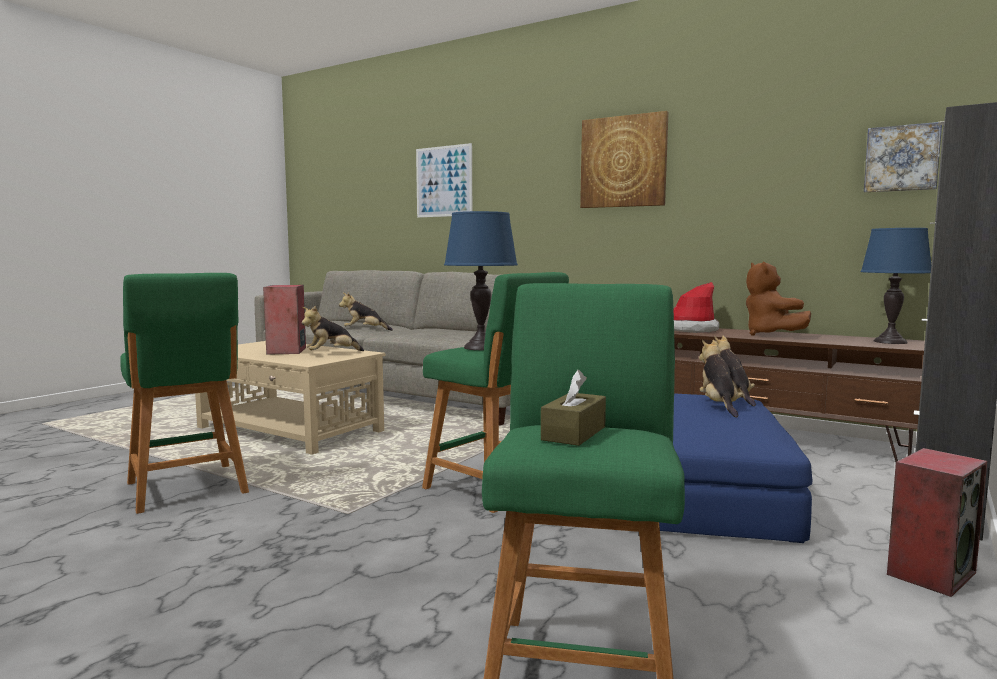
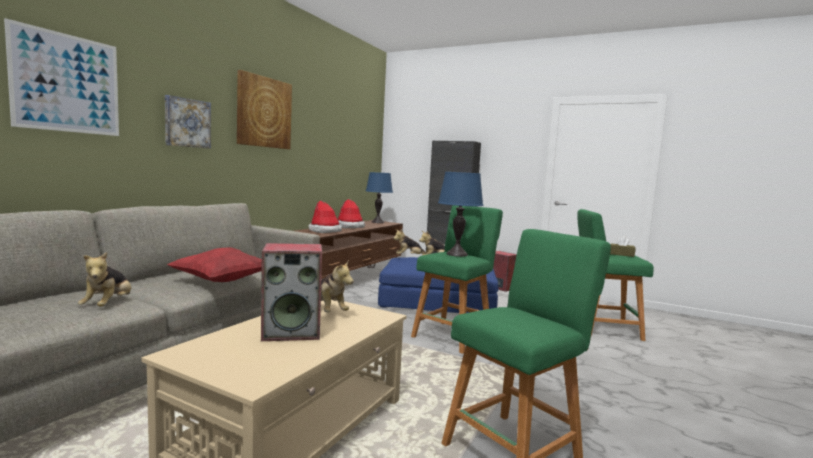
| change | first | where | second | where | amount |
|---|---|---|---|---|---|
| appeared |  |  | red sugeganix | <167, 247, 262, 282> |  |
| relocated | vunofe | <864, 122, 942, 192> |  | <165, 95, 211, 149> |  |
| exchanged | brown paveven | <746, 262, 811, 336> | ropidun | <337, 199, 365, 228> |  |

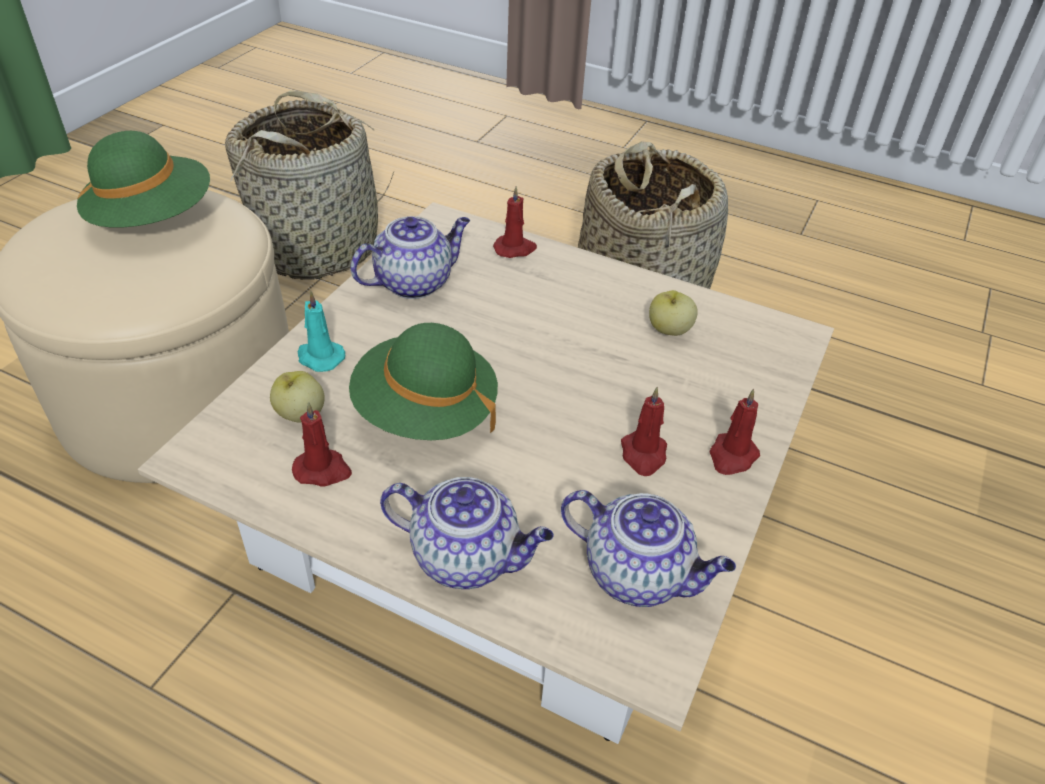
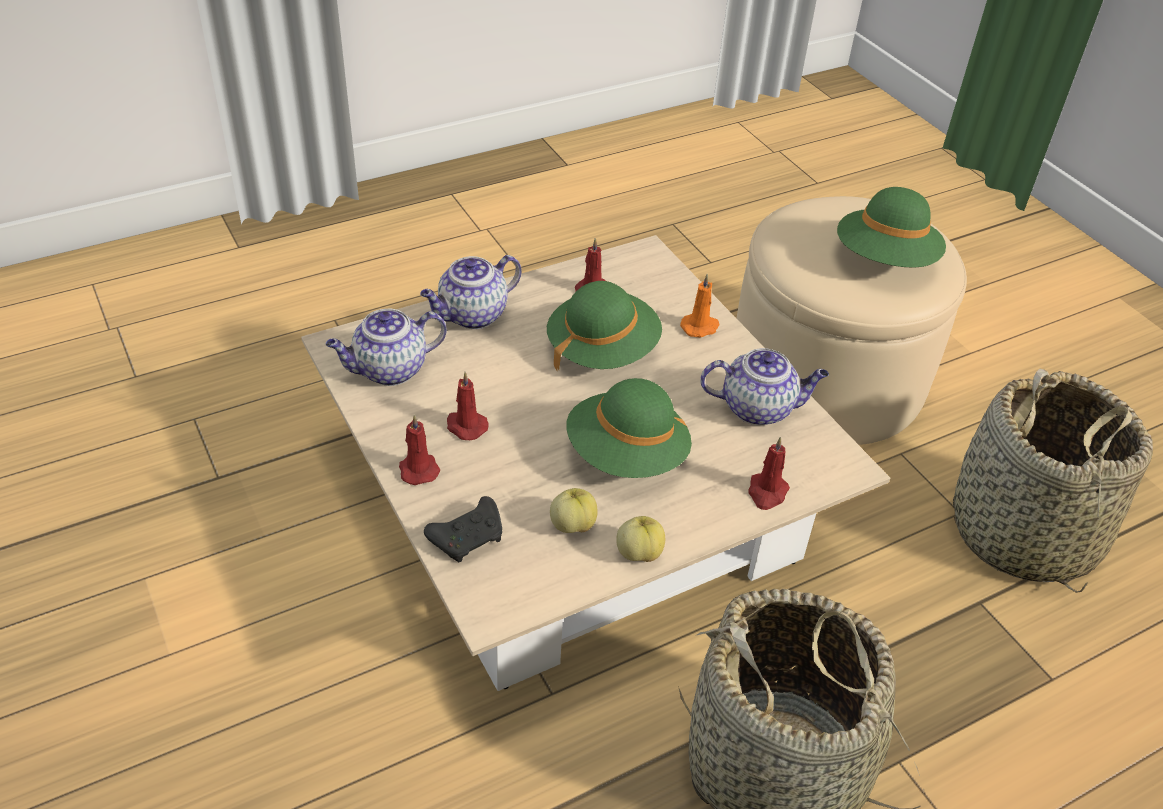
| change | first | where | second | where | amount |
|---|---|---|---|---|---|
| appeared |  |  | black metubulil | <424, 496, 502, 562> |  |
| appeared |  |  | green ropidun | <566, 378, 692, 478> |  |
| relocated | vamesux | <270, 371, 325, 423> |  | <616, 516, 665, 562> |  |
| colour | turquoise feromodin | <298, 291, 345, 372> | orange feromodin | <680, 274, 720, 338> |  |
| spun | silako | <350, 216, 470, 299> |  | <700, 348, 829, 425> | 90 degrees counterclockwise |

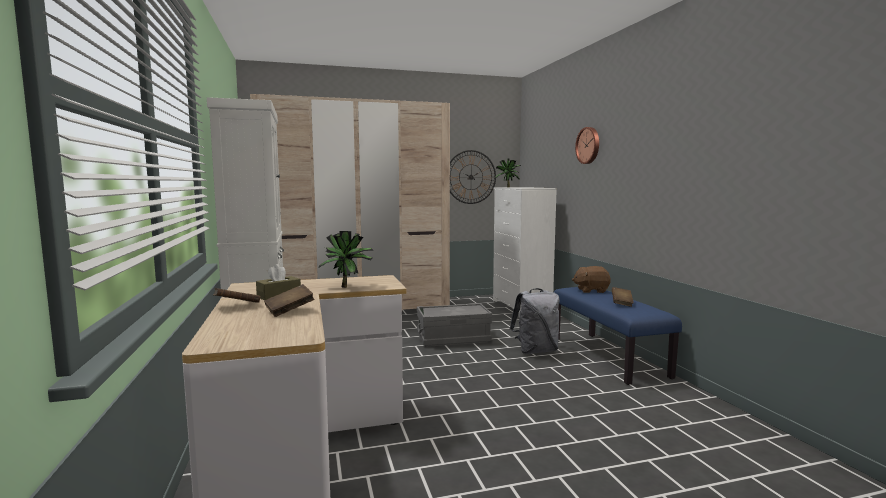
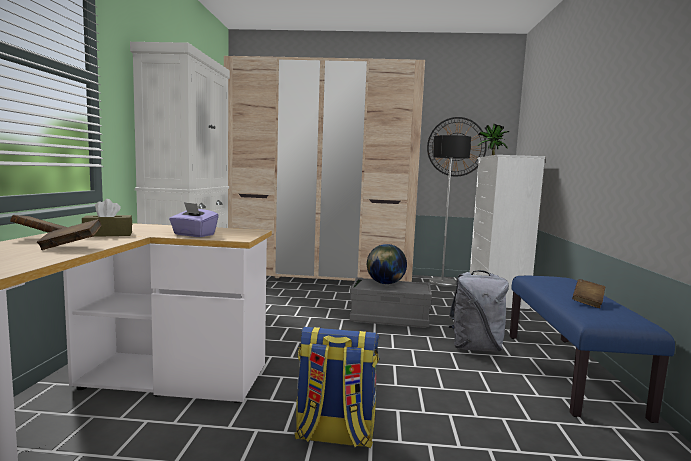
| change | first | where | second | where | amount |
|---|---|---|---|---|---|
| missing | brown paveven | <572, 266, 611, 293> |  |  |  |
| missing | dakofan | <575, 127, 599, 164> |  |  |  |
| appeared |  |  | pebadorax | <295, 327, 379, 448> |  |
| appeared |  |  | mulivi | <367, 244, 407, 284> |  |
| appeared |  |  | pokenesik | <429, 135, 471, 287> |  |
| exchanged | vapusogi | <319, 231, 374, 288> | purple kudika | <169, 202, 219, 237> |  |

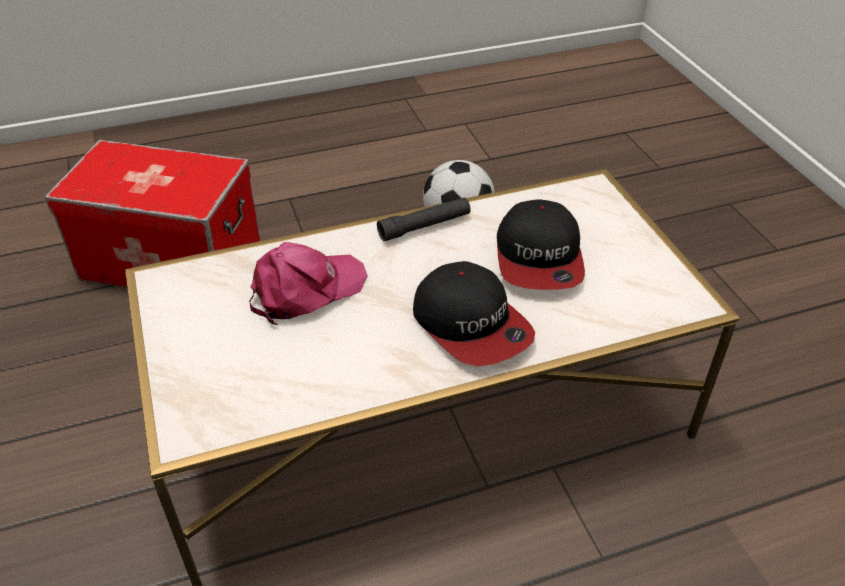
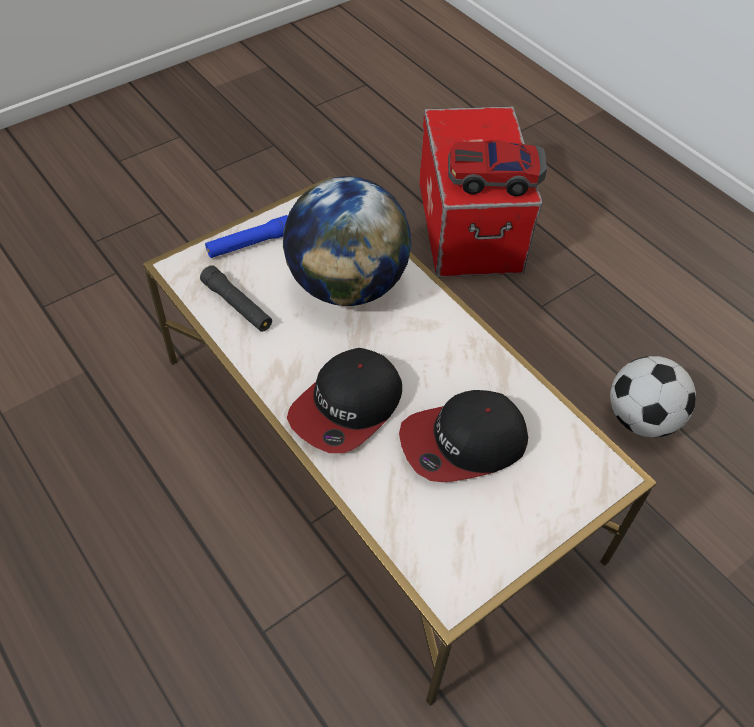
| change | first | where | second | where | amount |
|---|---|---|---|---|---|
| appeared |  |  | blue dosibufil | <205, 215, 288, 258> |  |
| appeared |  |  | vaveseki | <448, 140, 547, 196> |  |
| relocated | black dosibufil | <377, 197, 470, 241> |  | <200, 265, 272, 332> |  |
| exchanged | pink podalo | <249, 242, 368, 325> | mulivi | <283, 177, 411, 306> |  |

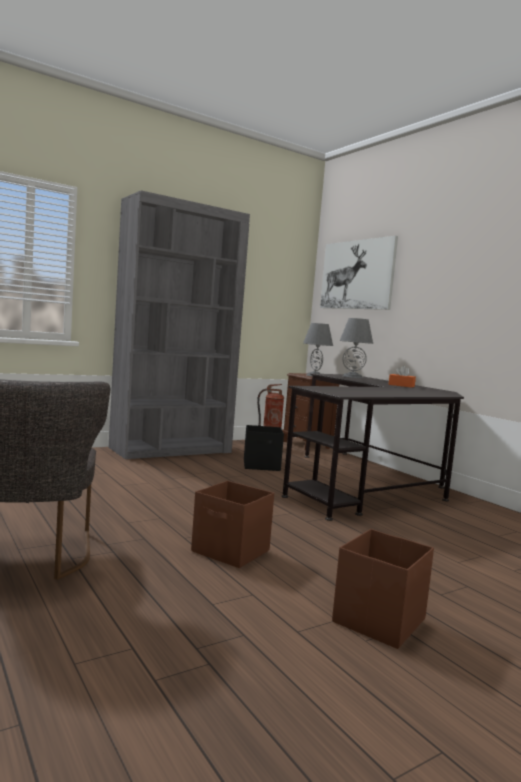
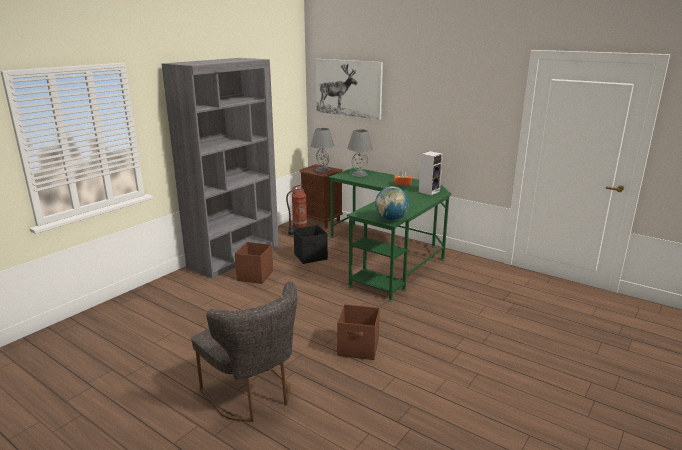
| change | first | where | second | where | amount |
|---|---|---|---|---|---|
| appeared |  |  | mulivi | <375, 186, 409, 221> |  |
| appeared |  |  | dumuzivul | <419, 151, 443, 195> |  |
| relocated | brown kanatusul | <332, 529, 434, 649> |  | <235, 242, 273, 284> |  |
| colour | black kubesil | <281, 373, 464, 521> | green kubesil | <329, 167, 451, 302> |  |

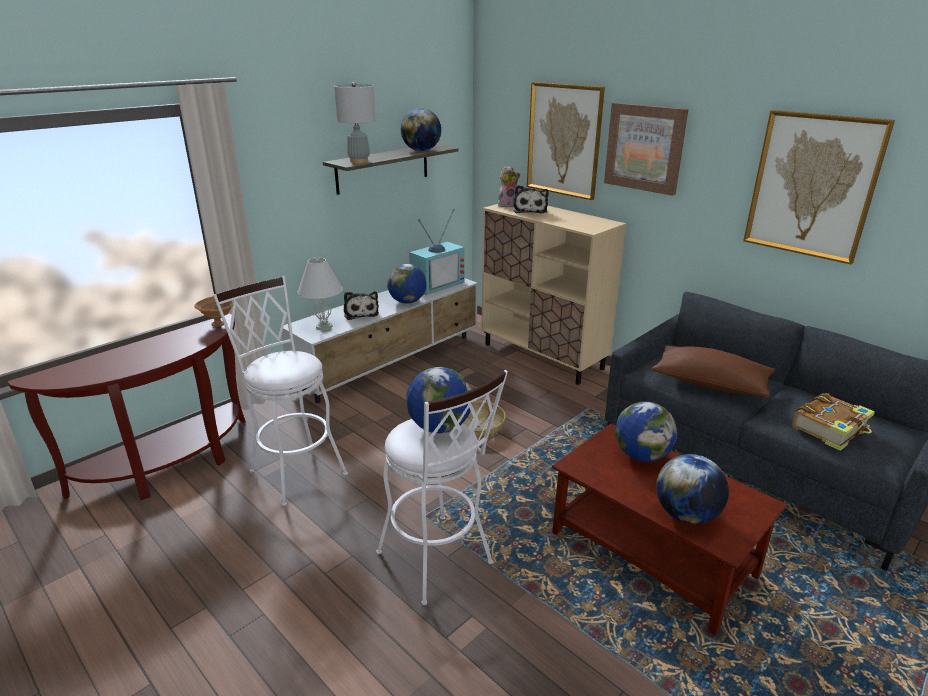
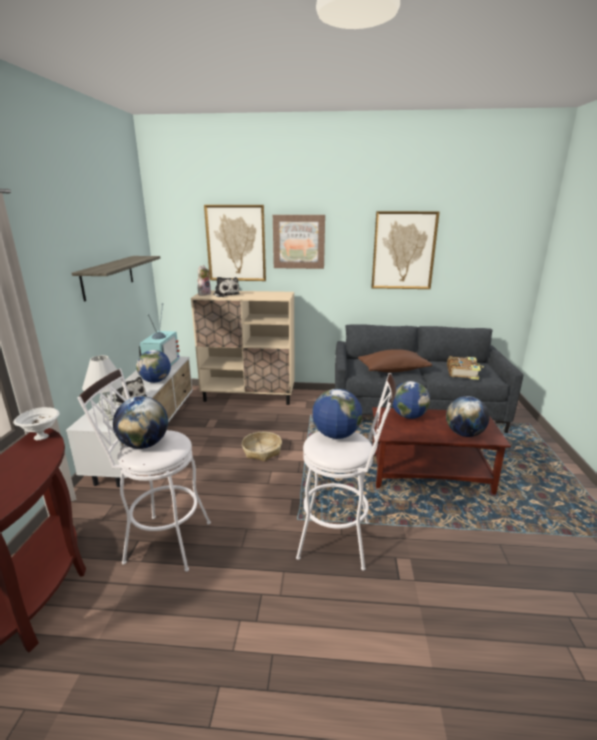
| change | first | where | second | where | amount |
|---|---|---|---|---|---|
| missing | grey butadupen | <334, 82, 375, 163> |  |  |  |
| relocated | mulivi | <401, 108, 441, 151> |  | <113, 396, 168, 449> |  |
| colour | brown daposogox | <194, 297, 234, 327> | white daposogox | <13, 407, 60, 440> |  |

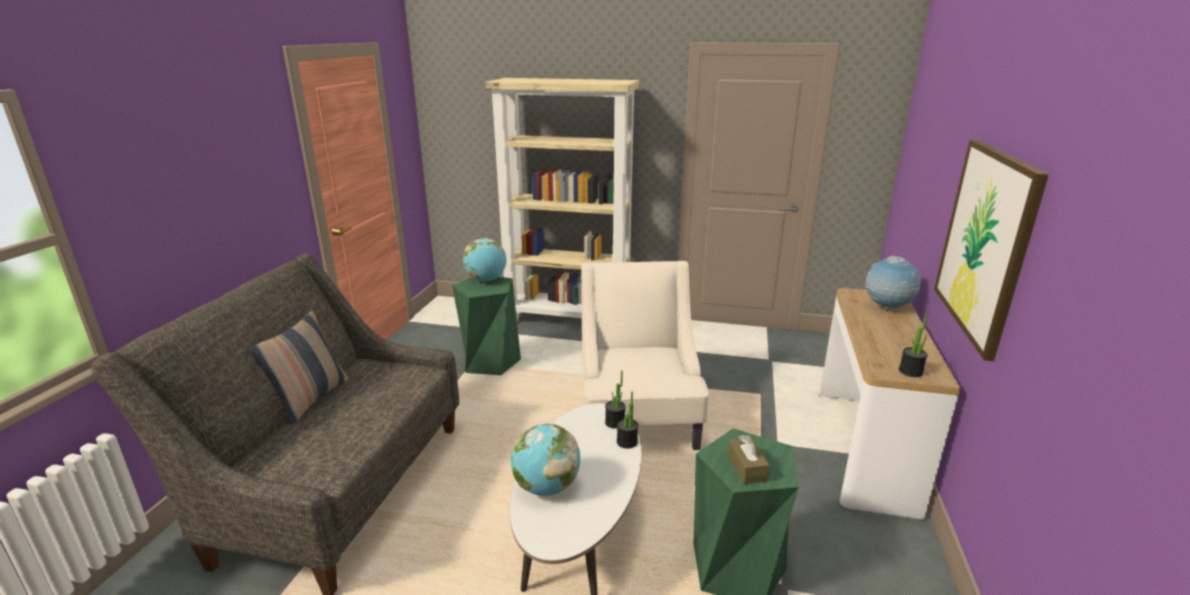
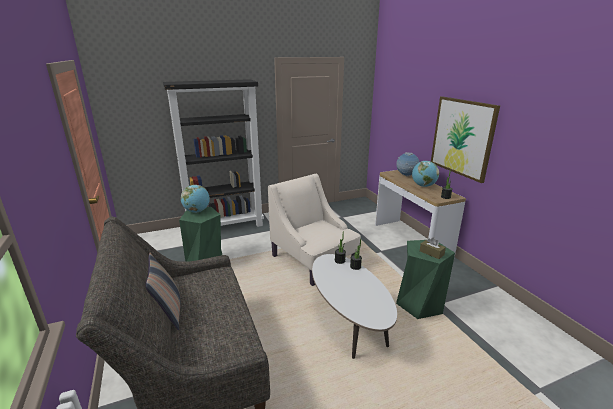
| change | first | where | second | where | amount |
|---|---|---|---|---|---|
| relocated | mulivi | <511, 423, 580, 496> |  | <412, 161, 439, 187> |  |
| colour | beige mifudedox | <486, 78, 639, 321> | black mifudedox | <163, 79, 264, 227> |  |

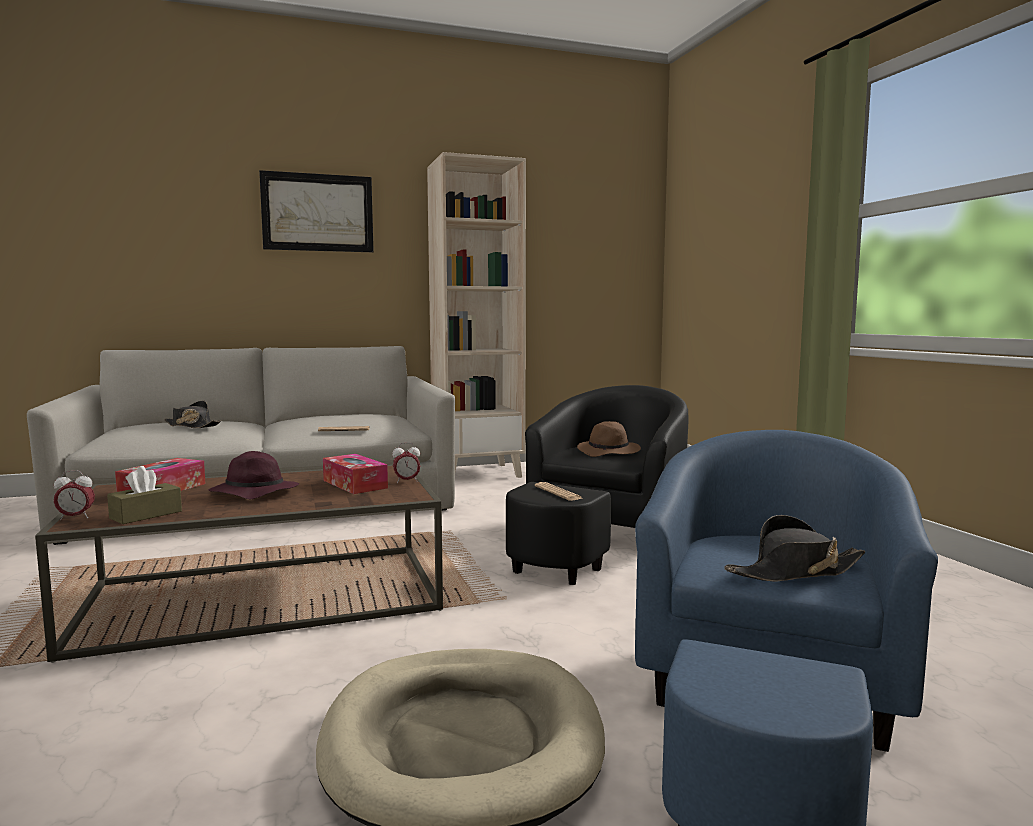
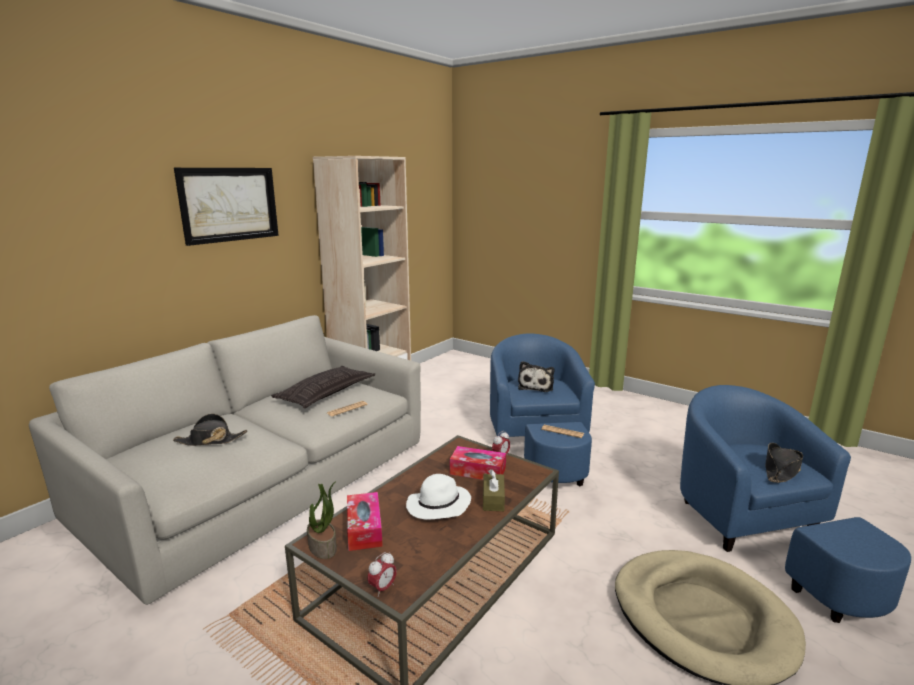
| change | first | where | second | where | amount |
|---|---|---|---|---|---|
| appeared |  |  | sugeganix | <271, 366, 375, 408> |  |
| appeared |  |  | vapusogi | <307, 481, 337, 559> |  |
| relocated | brown kudika | <107, 466, 182, 524> |  | <483, 469, 505, 511> |  |
| exchanged | brown ropidun | <577, 421, 641, 457> | paveven | <518, 361, 554, 392> |  |
| colour | purple ropidun | <208, 451, 299, 499> | white ropidun | <406, 474, 471, 520> |  |
| colour | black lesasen | <506, 385, 688, 585> | blue lesasen | <490, 333, 595, 486> |  |

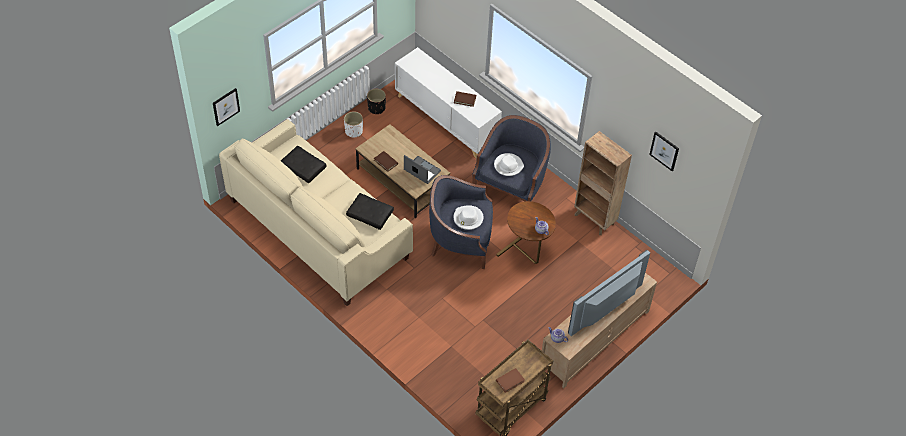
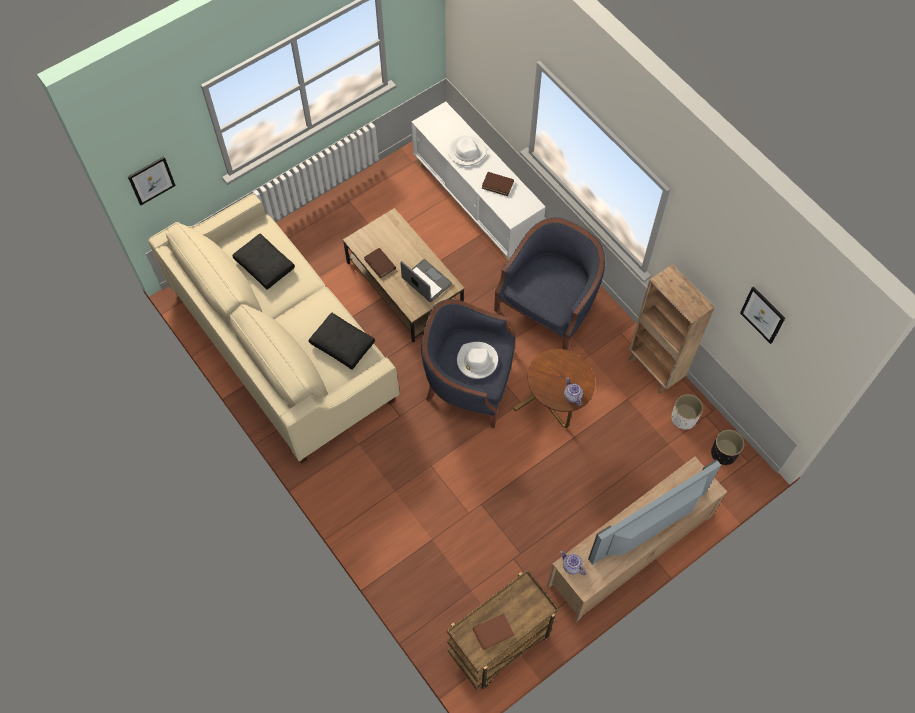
| change | first | where | second | where | amount |
|---|---|---|---|---|---|
| relocated | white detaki | <344, 111, 363, 137> |  | <671, 394, 703, 430> |  |
| relocated | black detaki | <367, 89, 386, 114> |  | <711, 429, 744, 465> |  |
| relocated | white ropidun | <494, 153, 524, 176> |  | <448, 135, 487, 166> |  |

